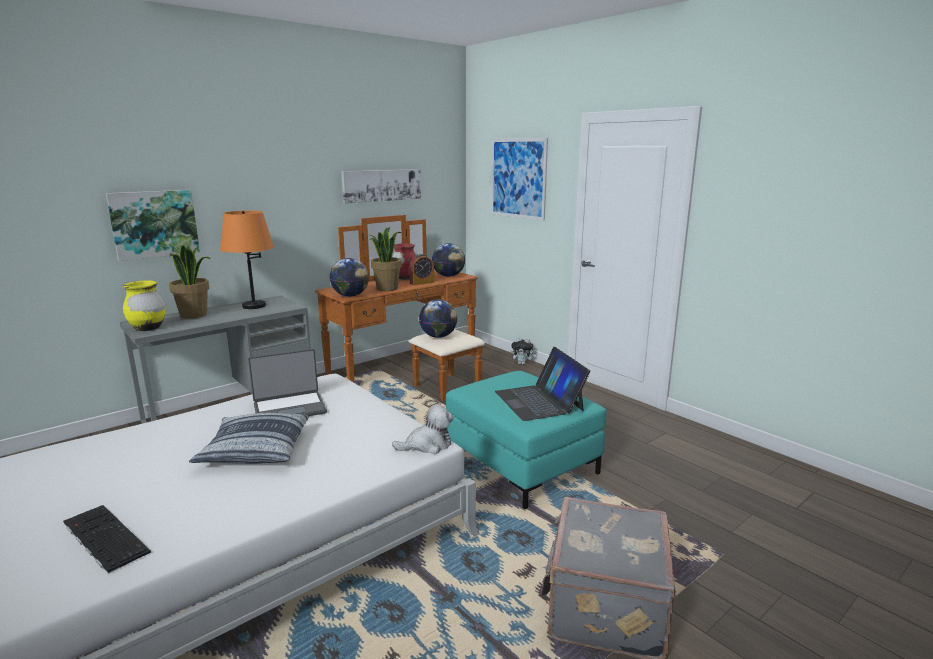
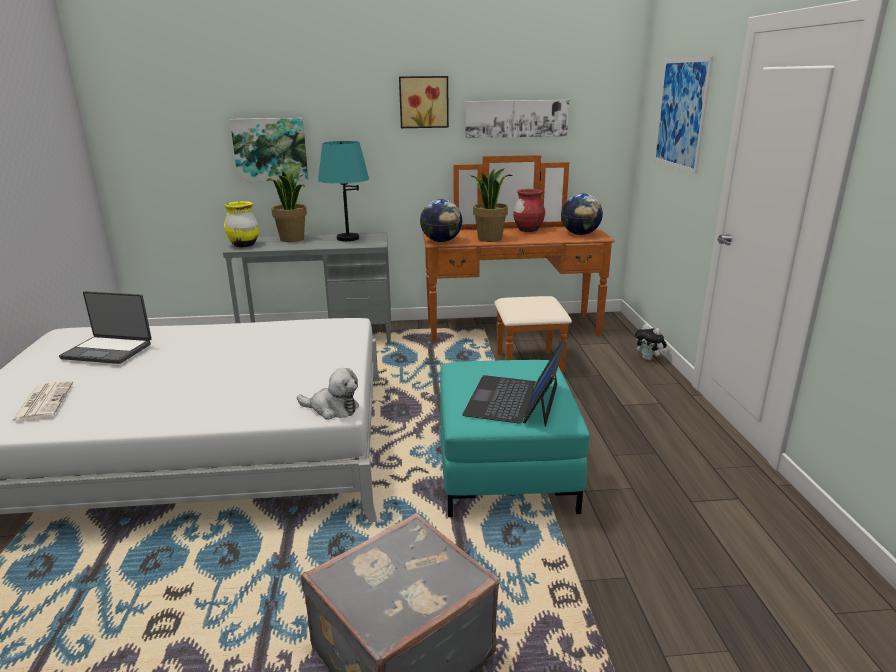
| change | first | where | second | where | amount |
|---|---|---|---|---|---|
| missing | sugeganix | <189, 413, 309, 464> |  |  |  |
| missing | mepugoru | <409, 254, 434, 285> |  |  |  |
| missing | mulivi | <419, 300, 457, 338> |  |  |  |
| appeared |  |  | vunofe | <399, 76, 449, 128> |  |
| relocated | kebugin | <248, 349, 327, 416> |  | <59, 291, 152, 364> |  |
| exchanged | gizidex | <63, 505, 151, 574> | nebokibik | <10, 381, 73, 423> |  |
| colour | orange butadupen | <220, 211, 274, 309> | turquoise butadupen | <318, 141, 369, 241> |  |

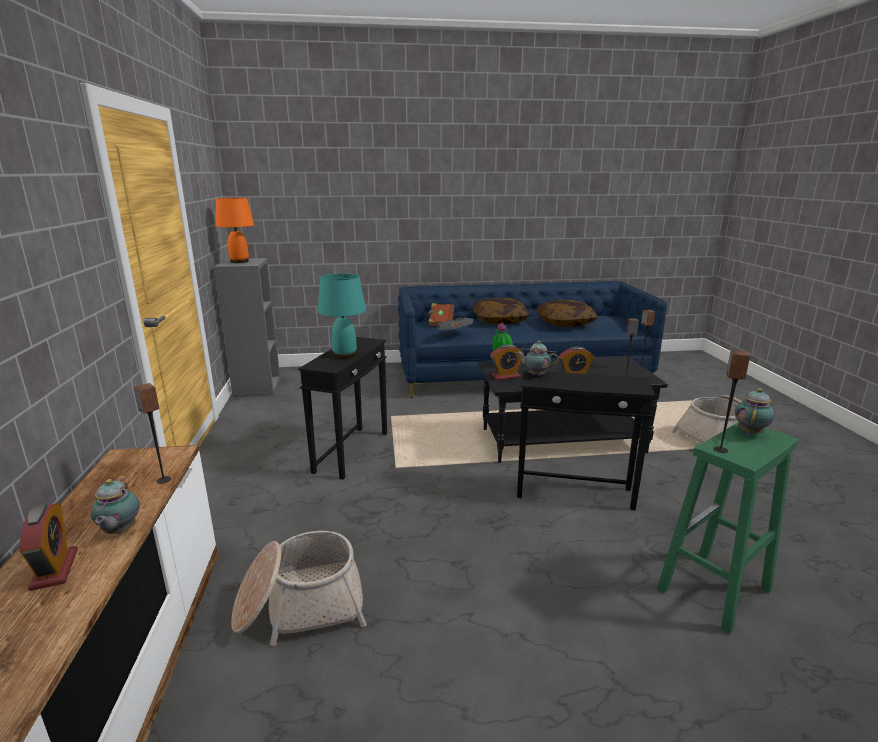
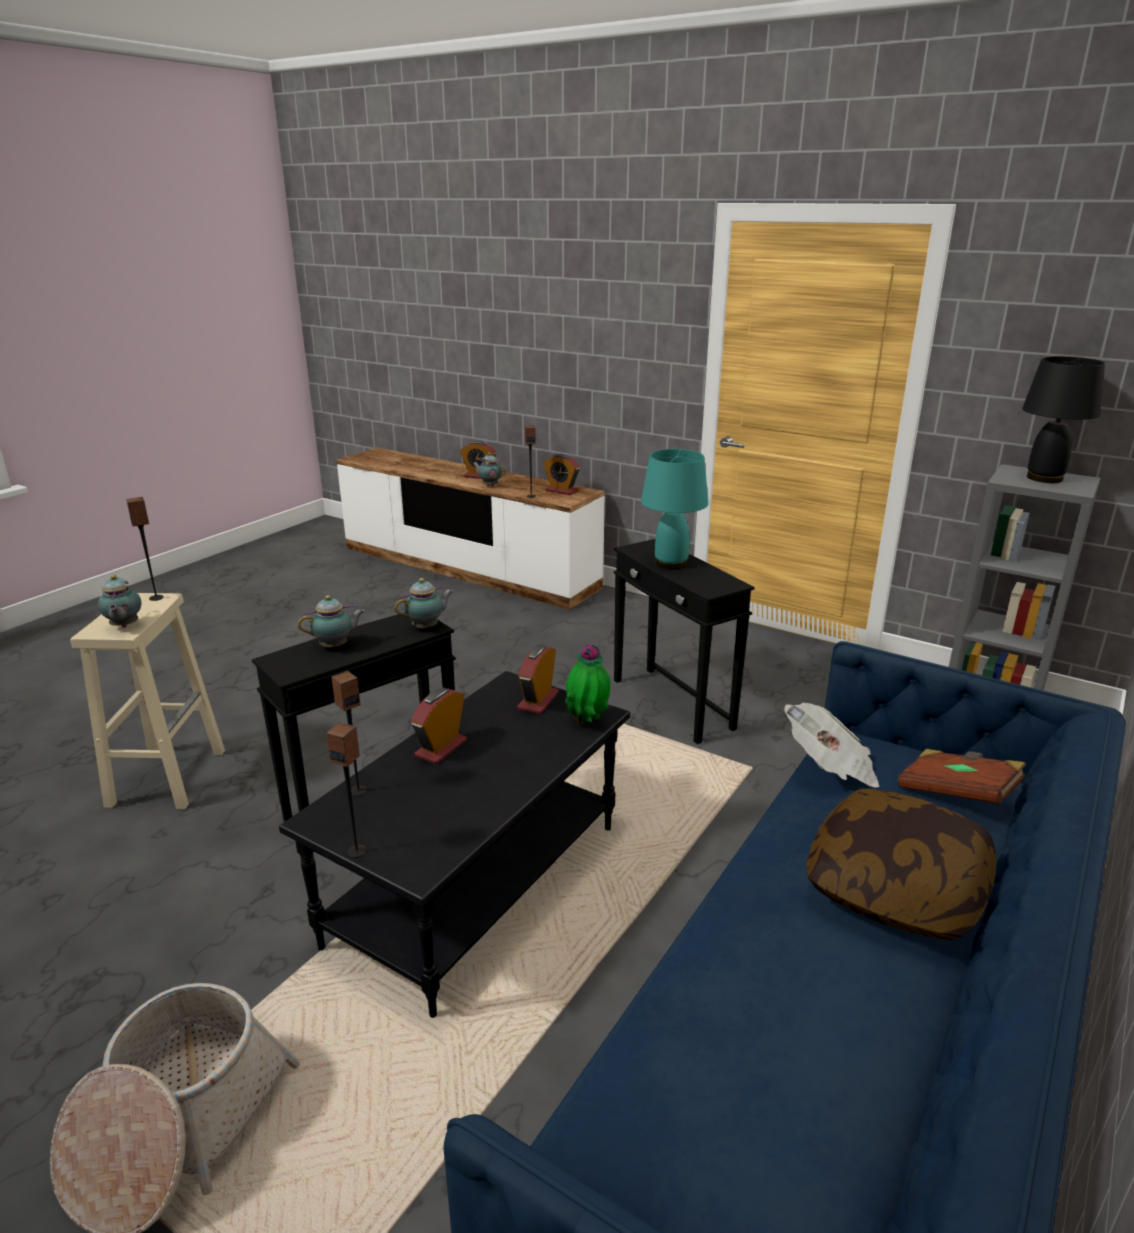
| change | first | where | second | where | amount |
|---|---|---|---|---|---|
| missing | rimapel | <231, 531, 367, 646> |  |  |  |
| missing | sugeganix | <536, 300, 598, 327> |  |  |  |
| appeared |  |  | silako | <298, 595, 365, 648> |  |
| appeared |  |  | mepugoru | <543, 454, 580, 495> |  |
| colour | orange butadupen | <215, 198, 254, 263> | black butadupen | <1022, 356, 1105, 483> |  |
| colour | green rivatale | <657, 422, 799, 634> | beige rivatale | <71, 593, 225, 810> |  |

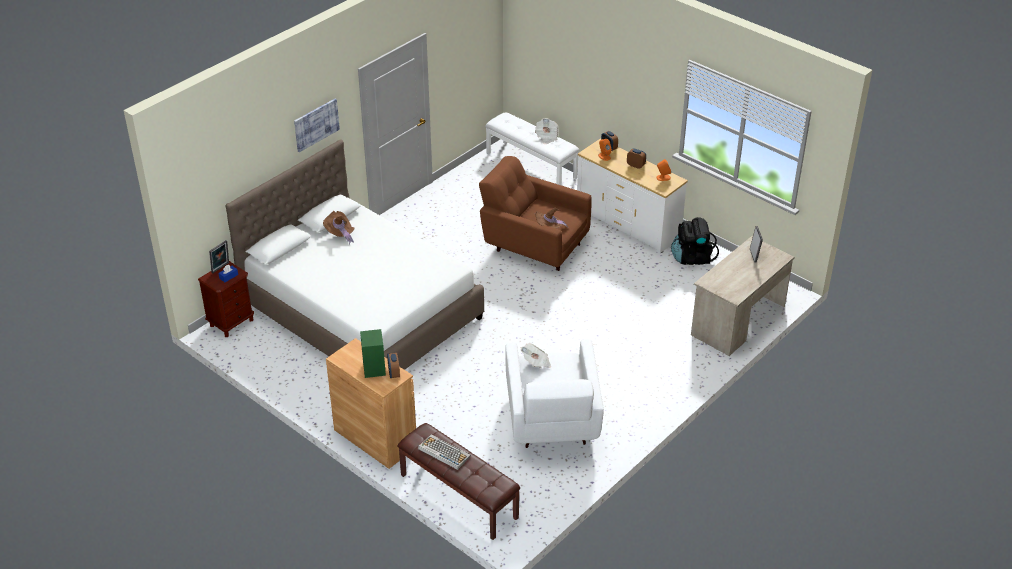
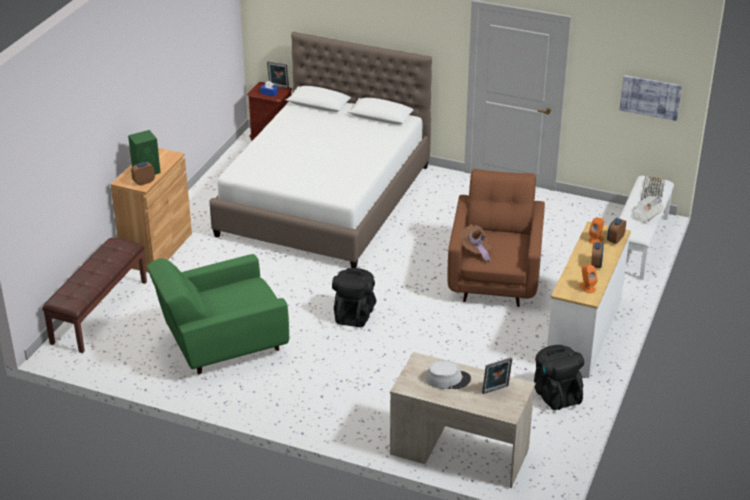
| change | first | where | second | where | amount |
|---|---|---|---|---|---|
| missing | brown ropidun | <323, 211, 354, 245> |  |  |  |
| missing | nebokibik | <521, 344, 551, 368> |  |  |  |
| appeared |  |  | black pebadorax | <332, 268, 376, 327> |  |
| appeared |  |  | grey ropidun | <426, 360, 471, 389> |  |
| relocated | vunofe | <294, 98, 340, 152> |  | <620, 75, 682, 121> |  |
| relocated | gizidex | <418, 435, 471, 470> |  | <641, 176, 665, 200> |  |
| colour | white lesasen | <505, 339, 604, 448> | green lesasen | <147, 254, 289, 374> |  |

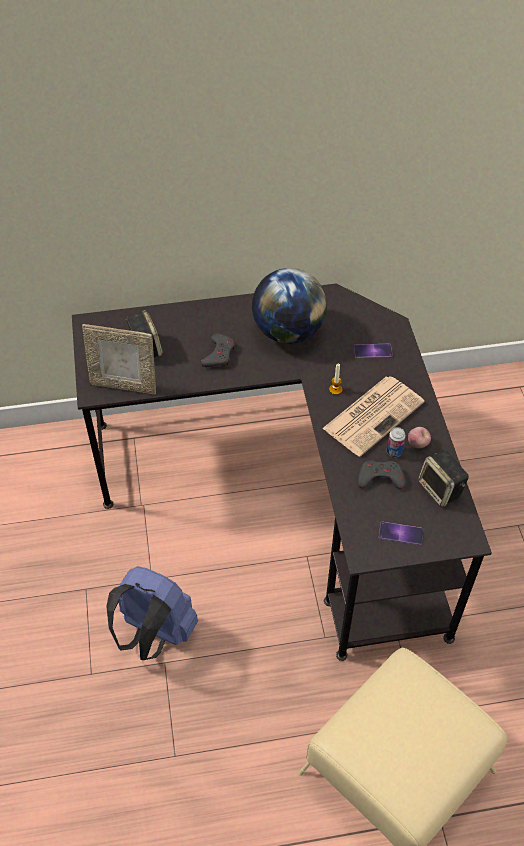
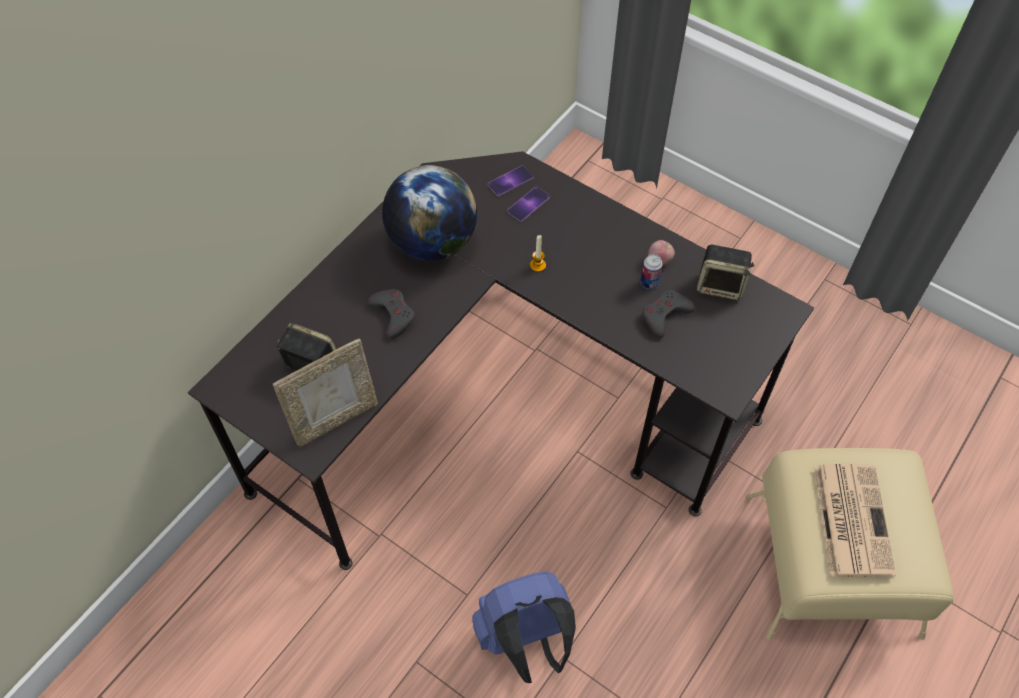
| change | first | where | second | where | amount |
|---|---|---|---|---|---|
| relocated | nebokibik | <322, 376, 424, 457> |  | <813, 463, 896, 577> |  |
| relocated | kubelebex | <379, 522, 423, 545> |  | <487, 165, 534, 197> |  |

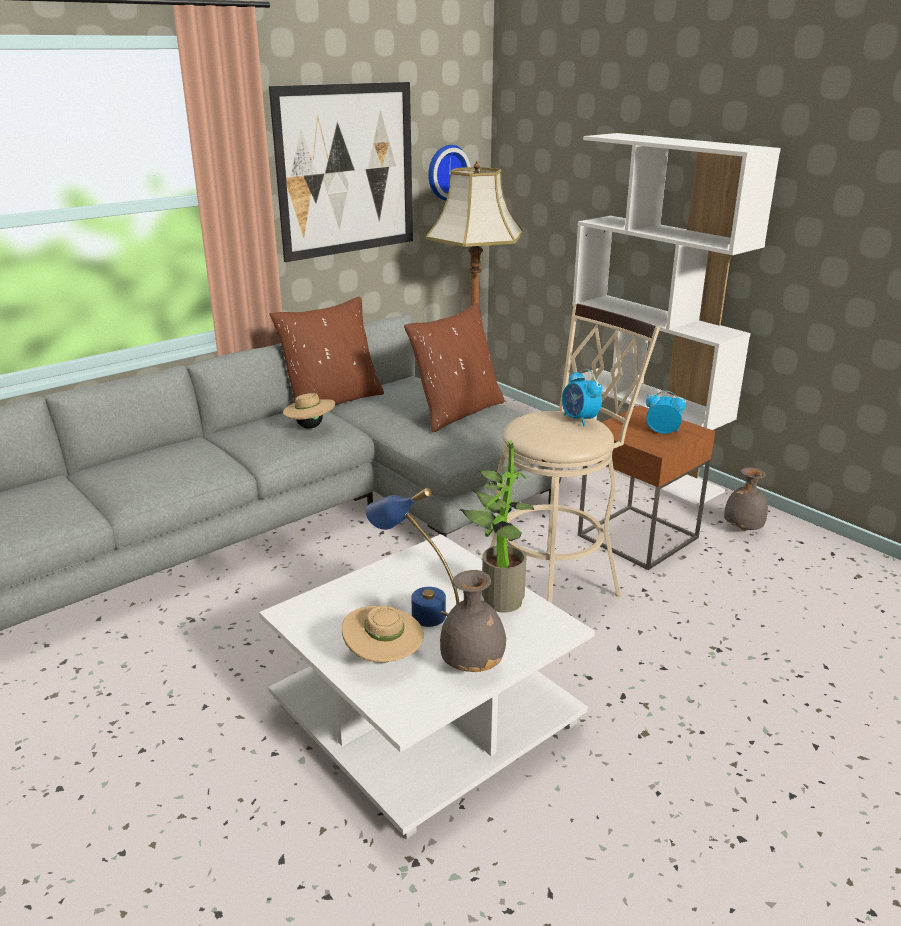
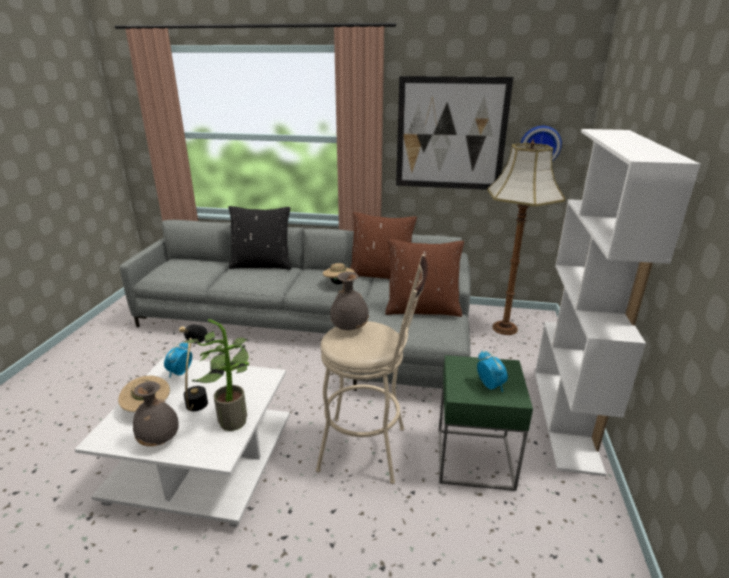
| change | first | where | second | where | amount |
|---|---|---|---|---|---|
| appeared |  |  | black sugeganix | <228, 206, 291, 270> |  |
| relocated | mepugoru | <562, 369, 603, 426> |  | <164, 342, 192, 378> |  |
| relocated | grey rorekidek | <724, 467, 768, 531> |  | <330, 272, 369, 331> |  |
| colour | blue butadupen | <366, 488, 459, 627> | black butadupen | <179, 324, 208, 411> |  |
| colour | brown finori | <578, 406, 715, 570> | green finori | <439, 355, 533, 491> |  |

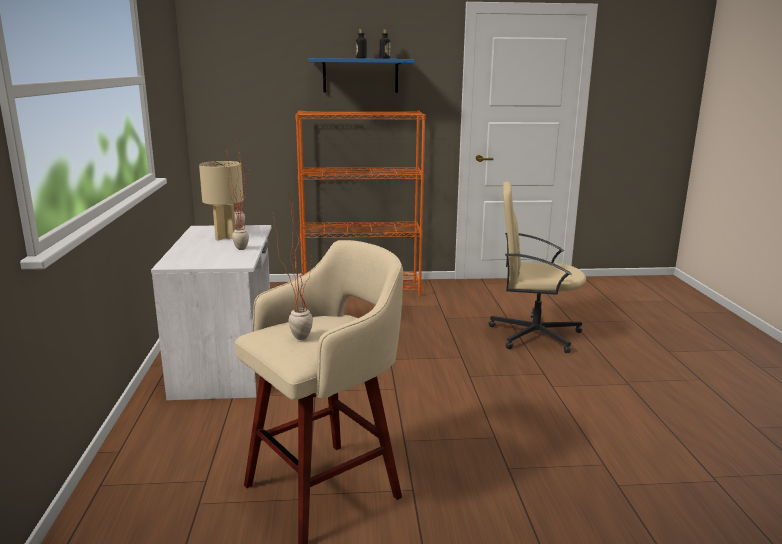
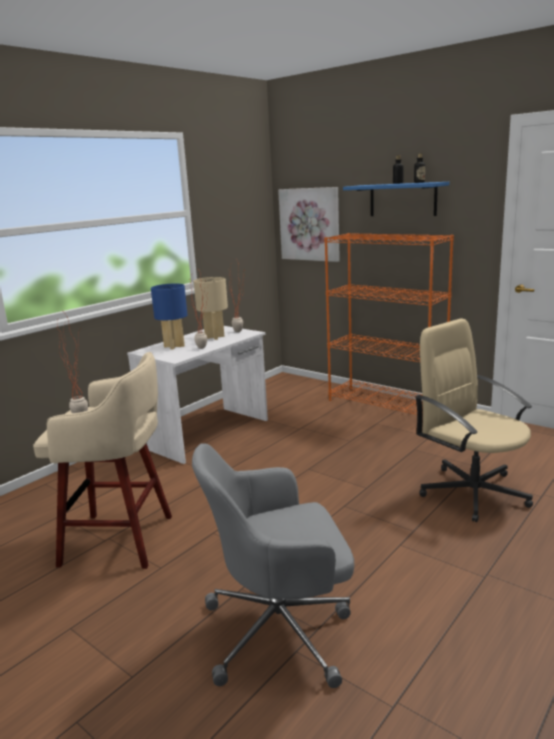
| change | first | where | second | where | amount |
|---|---|---|---|---|---|
| appeared |  |  | blue butadupen | <151, 283, 187, 350> |  |
| appeared |  |  | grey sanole | <192, 443, 354, 688> |  |
| appeared |  |  | vunofe | <278, 187, 340, 262> |  |

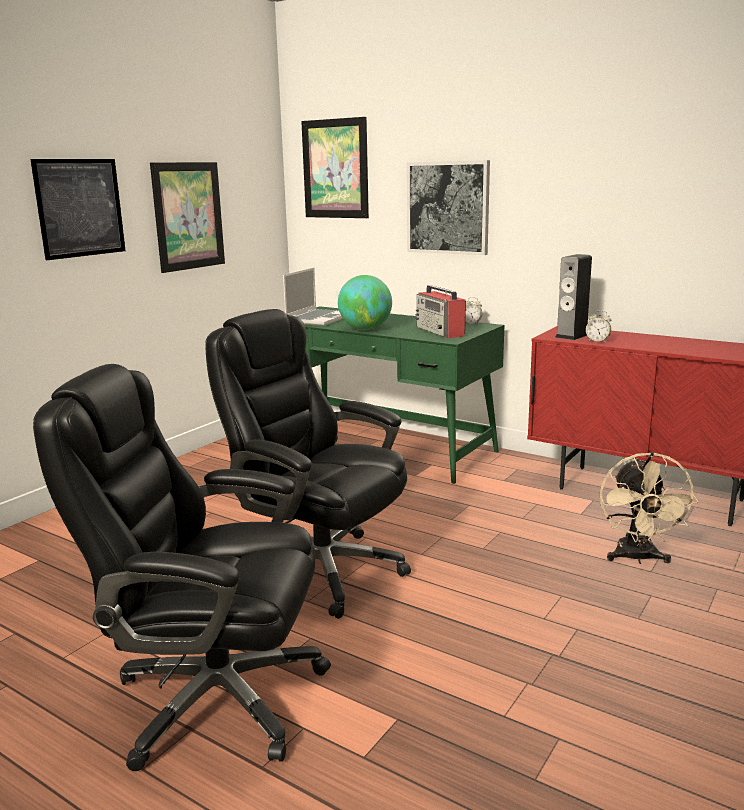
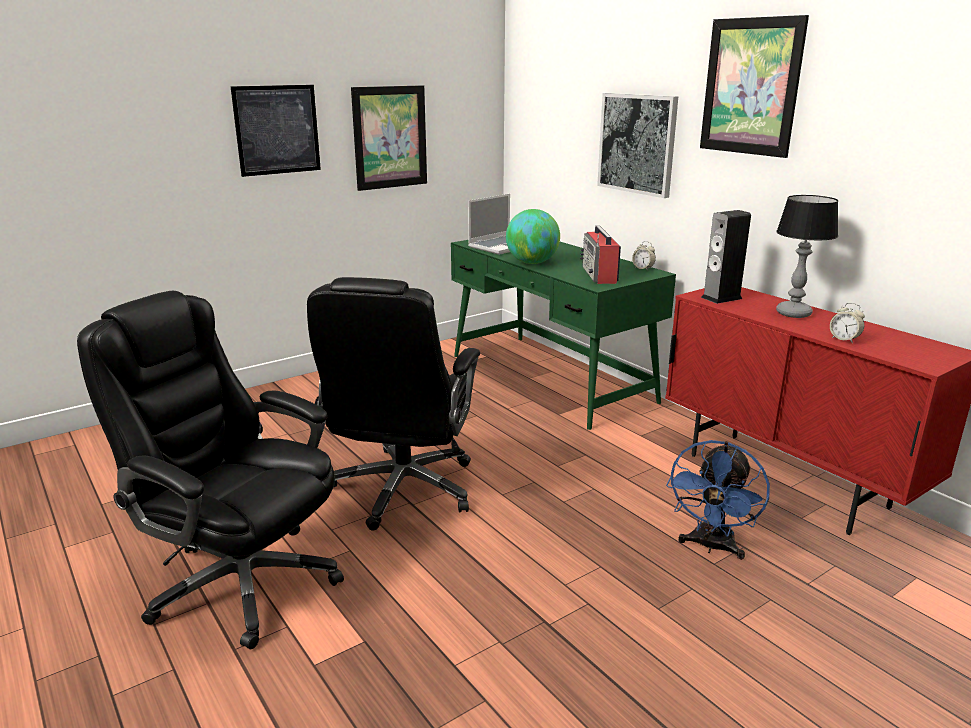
| change | first | where | second | where | amount |
|---|---|---|---|---|---|
| appeared |  |  | butadupen | <776, 195, 838, 318> |  |
| relocated | vunofe | <301, 117, 369, 218> |  | <700, 15, 809, 158> |  |
| relocated | mepugoru | <586, 310, 611, 343> |  | <830, 303, 865, 343> |  |
| colour | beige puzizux | <600, 452, 698, 564> | blue puzizux | <666, 440, 770, 560> |  |
| spun | black sanole | <205, 309, 411, 619> |  | <307, 277, 480, 531> | 135 degrees counterclockwise |

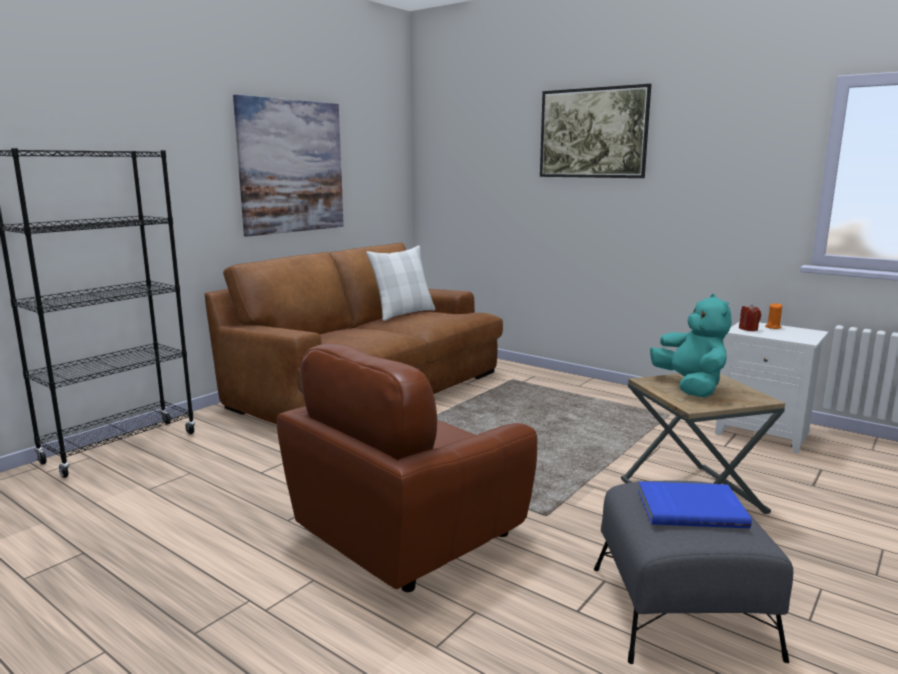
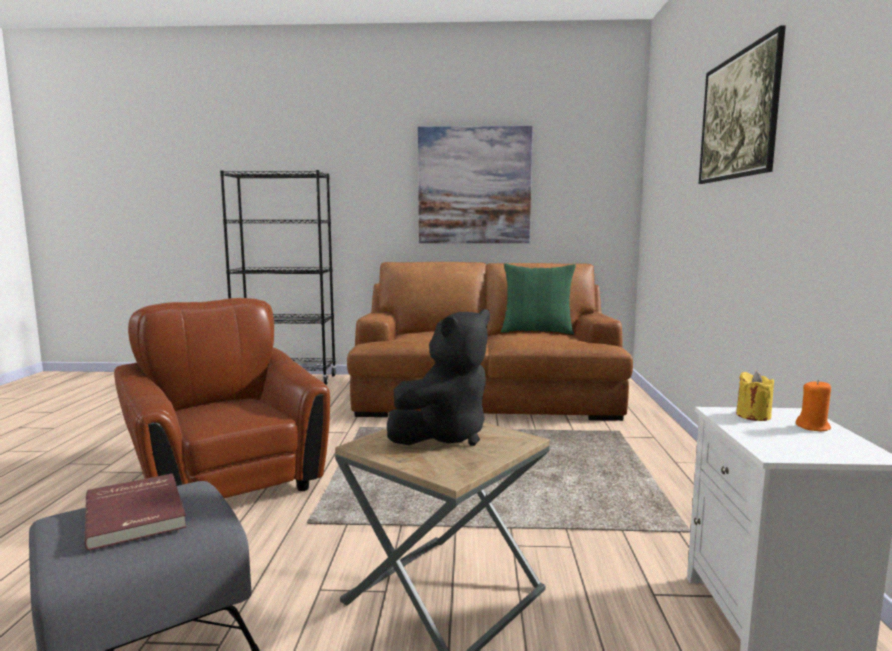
| change | first | where | second | where | amount |
|---|---|---|---|---|---|
| colour | white sugeganix | <366, 246, 436, 321> | green sugeganix | <501, 263, 576, 335> |  |
| colour | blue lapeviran | <638, 481, 752, 528> | red lapeviran | <85, 473, 187, 551> |  |
| colour | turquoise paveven | <650, 294, 731, 397> | black paveven | <387, 309, 490, 446> |  |
| colour | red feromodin | <739, 304, 761, 331> | yellow feromodin | <736, 371, 774, 421> |  |
| spun | brown lesasen | <277, 343, 537, 592> |  | <114, 298, 330, 498> | 45 degrees clockwise |

